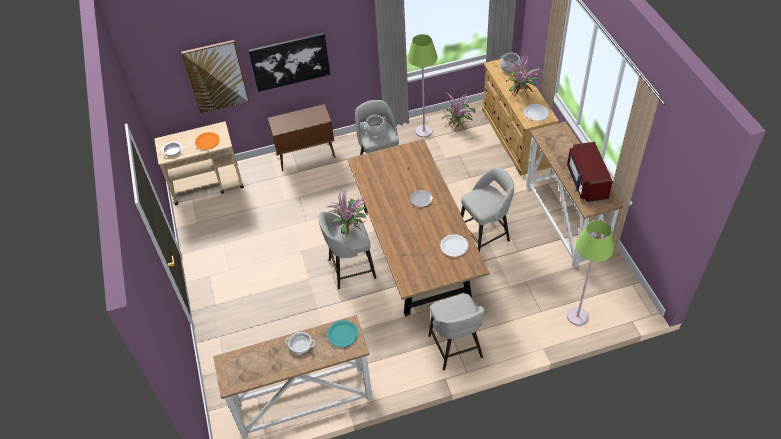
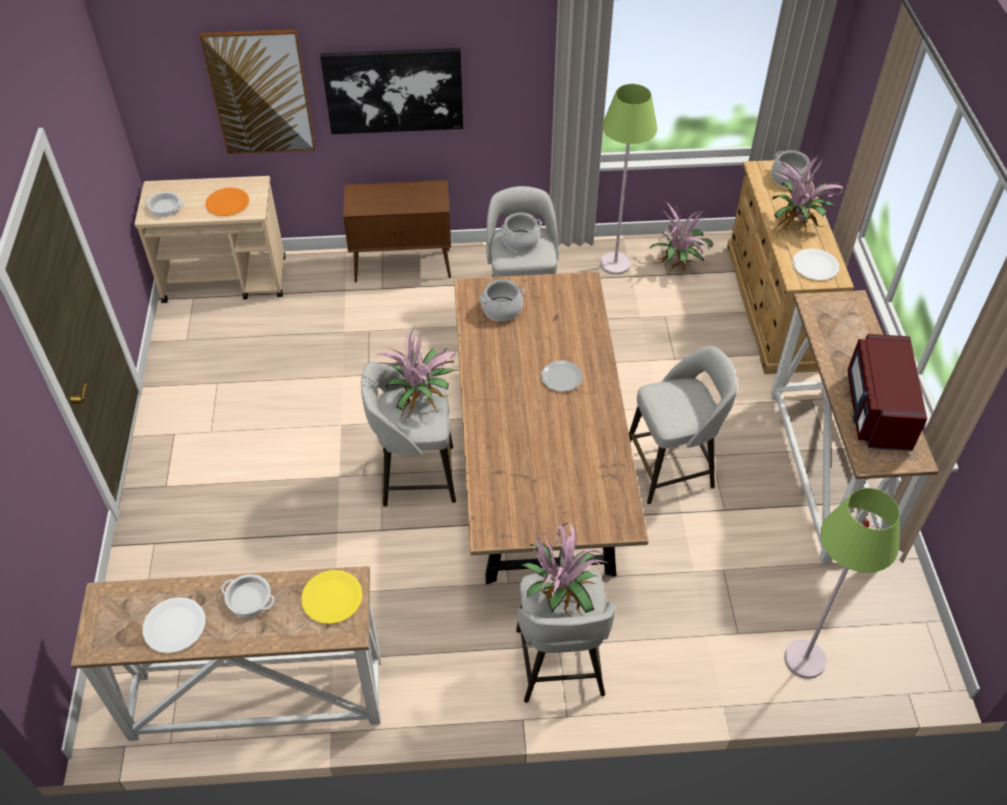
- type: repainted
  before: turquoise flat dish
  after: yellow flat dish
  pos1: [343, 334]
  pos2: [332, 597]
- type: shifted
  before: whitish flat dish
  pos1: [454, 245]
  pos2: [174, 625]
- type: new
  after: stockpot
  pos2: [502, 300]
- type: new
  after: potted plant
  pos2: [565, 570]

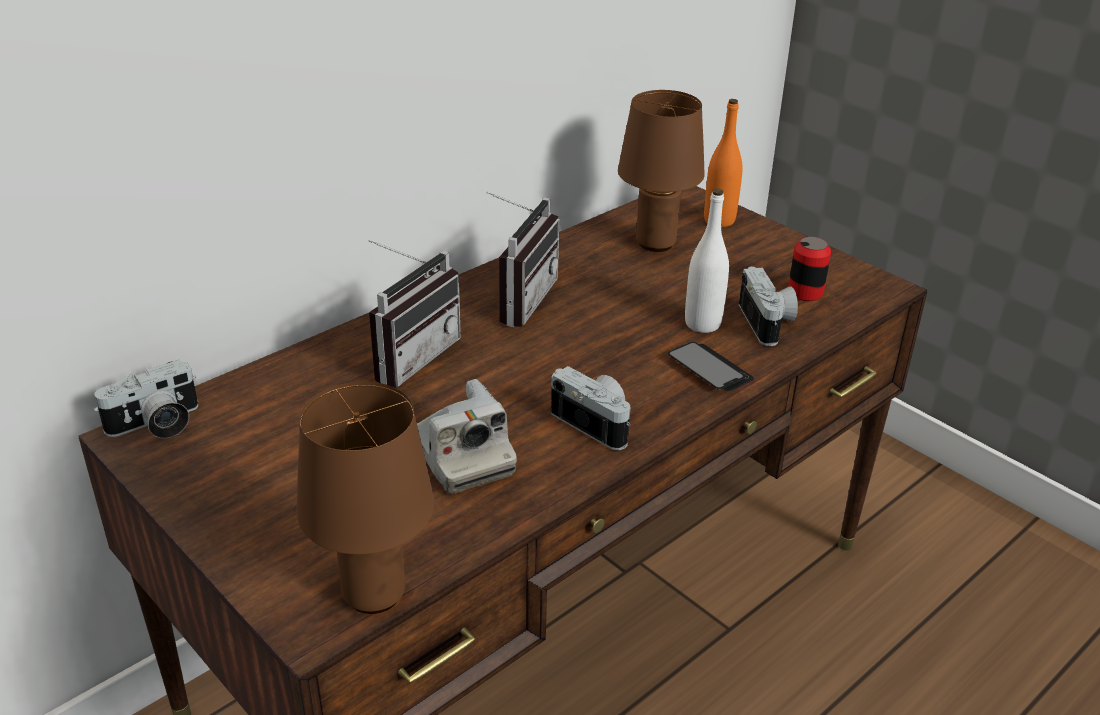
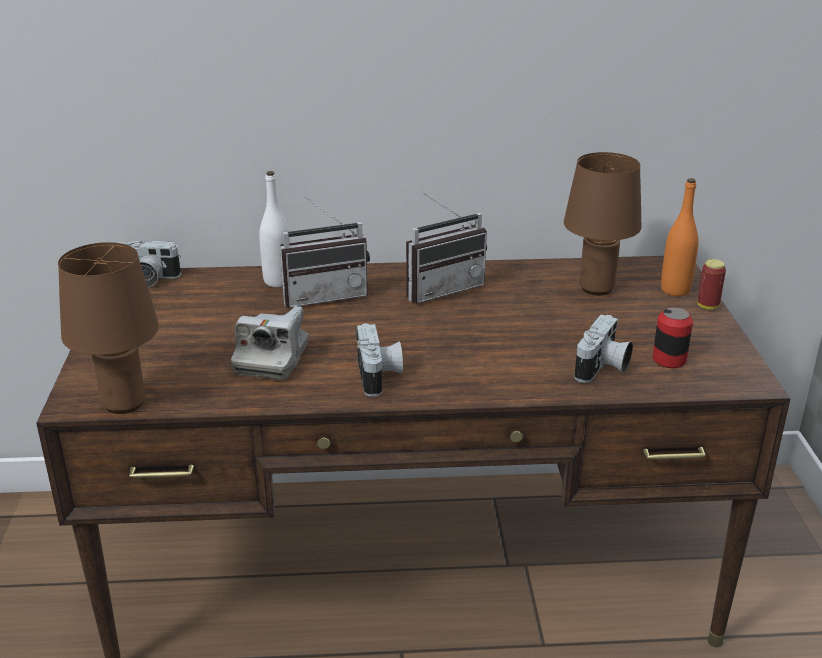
- type: gone
  before: telephone
  pos1: [711, 366]
- type: shifted
  before: whitish drink bottle
  pos1: [707, 261]
  pos2: [275, 229]
- type: new
  after: sealed can
  pos2: [712, 284]

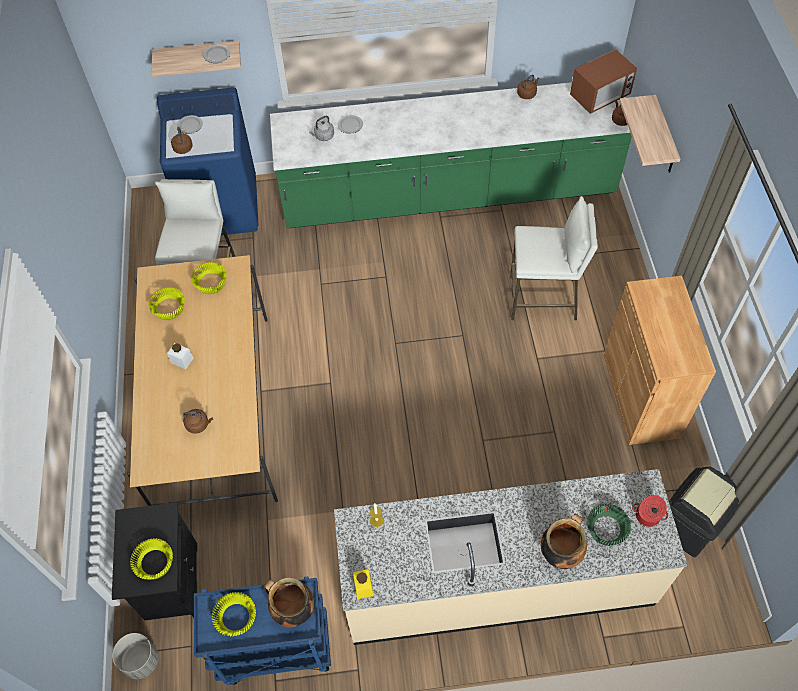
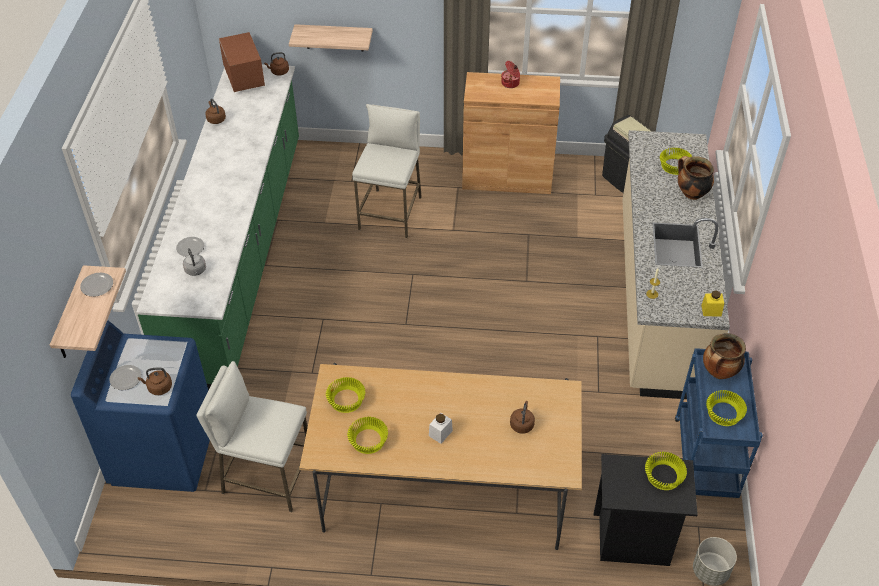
- type: repainted
  before: green-coloured serving bowl
  after: yellow serving bowl
  pos1: [609, 525]
  pos2: [676, 161]
- type: shifted
  before: stockpot
  pos1: [650, 511]
  pos2: [510, 74]

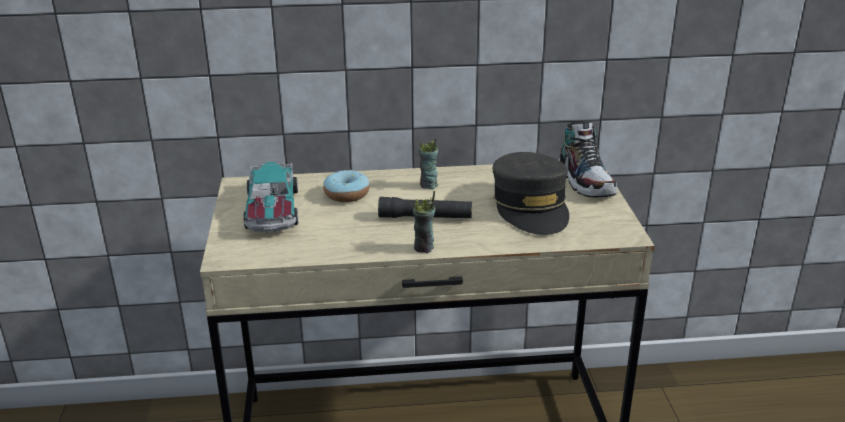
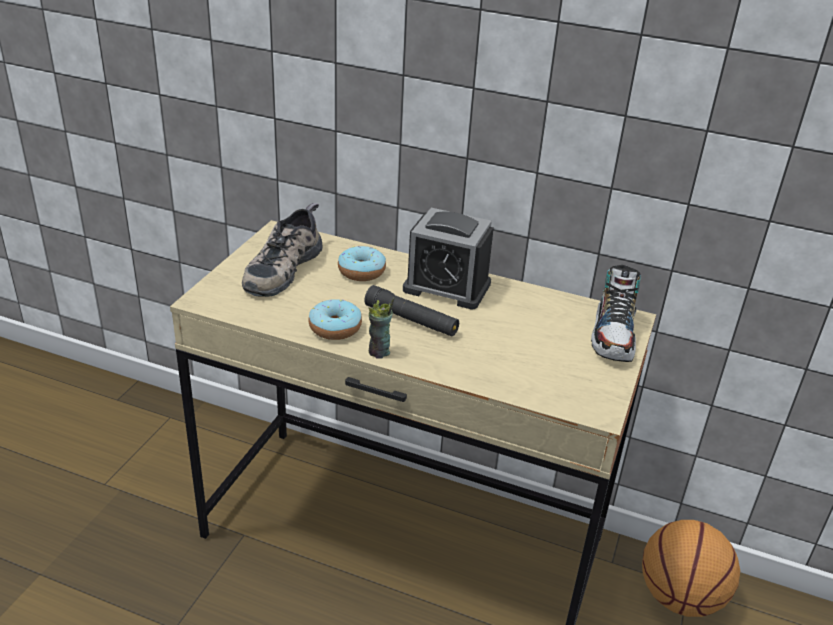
- type: swapped
  before: miniature car
  after: low shoe
  pos1: [270, 197]
  pos2: [282, 250]
- type: swapped
  before: drinking cup
  after: alarm clock
  pos1: [428, 164]
  pos2: [448, 258]
- type: gone
  before: greyish peaked cap
  pos1: [531, 193]
- type: new
  after: donut
  pos2: [335, 319]
- type: new
  after: basketball
  pos2: [691, 568]

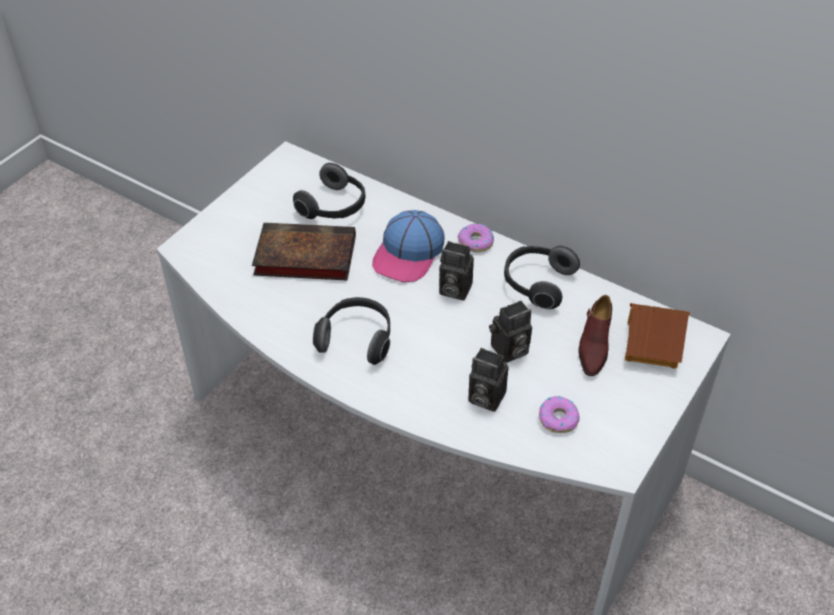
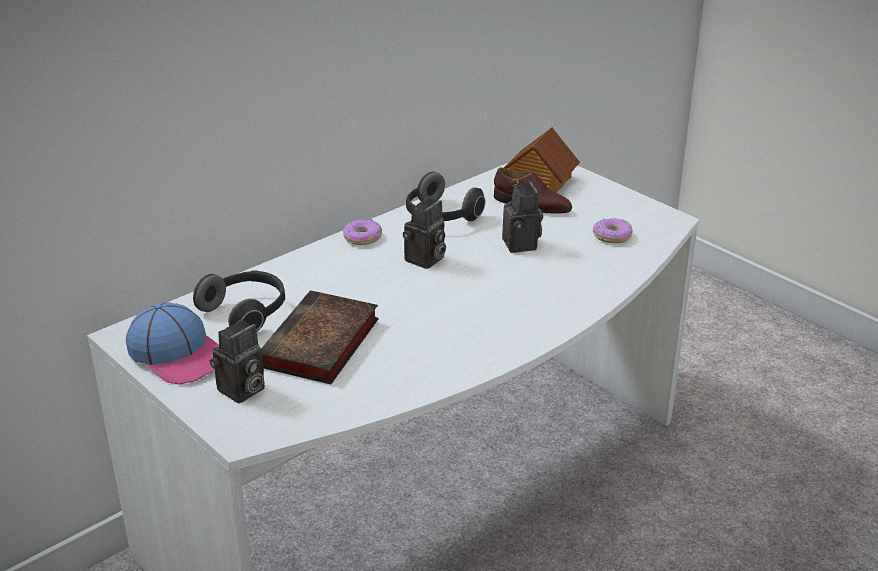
- type: gone
  before: headphones
  pos1: [351, 331]
- type: shifted
  before: peaked cap
  pos1: [408, 246]
  pos2: [172, 343]
- type: shifted
  before: photo camera
  pos1: [488, 380]
  pos2: [237, 361]

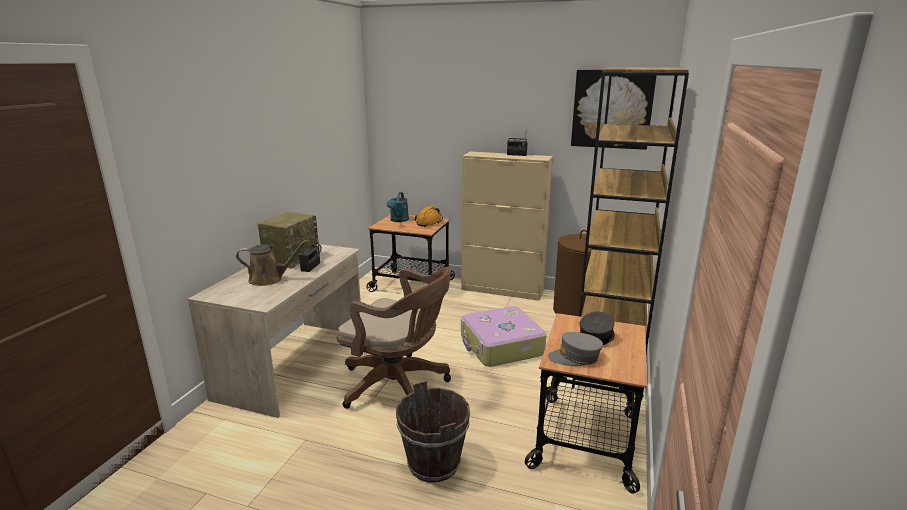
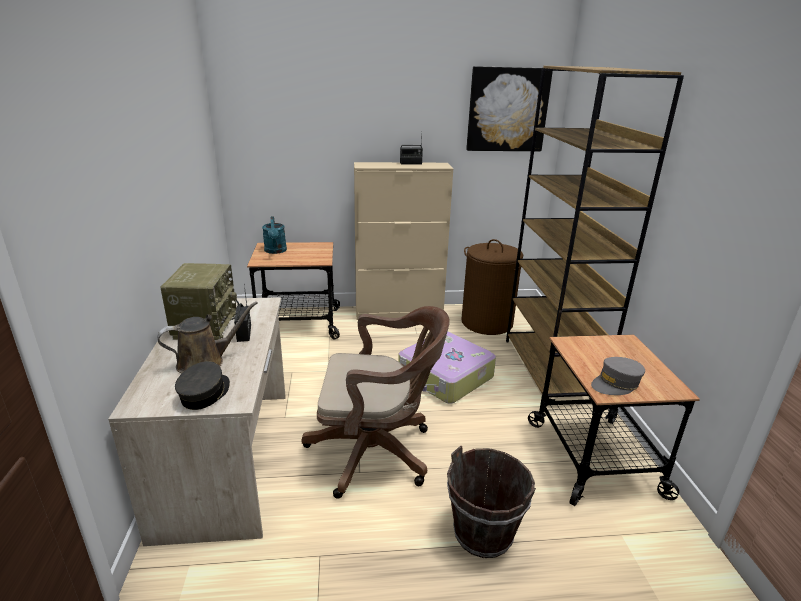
- type: gone
  before: orange safety helmet
  pos1: [428, 216]
- type: shifted
  before: greyish peaked cap
  pos1: [597, 328]
  pos2: [202, 385]

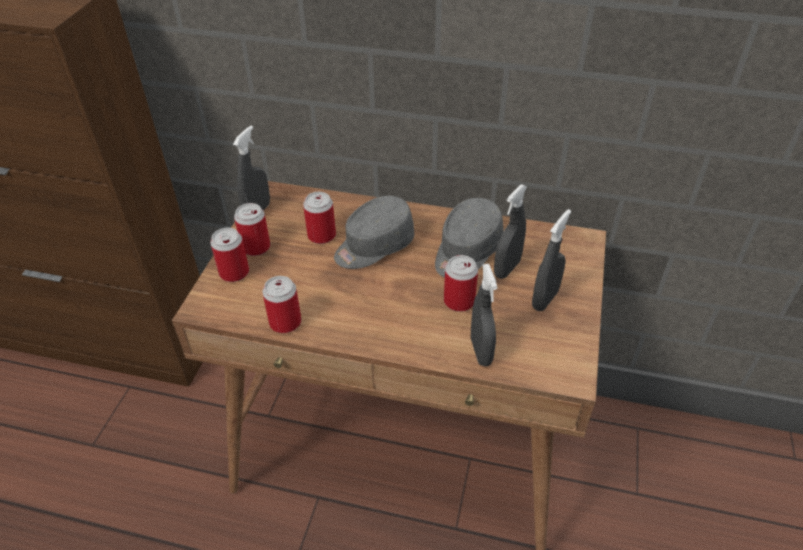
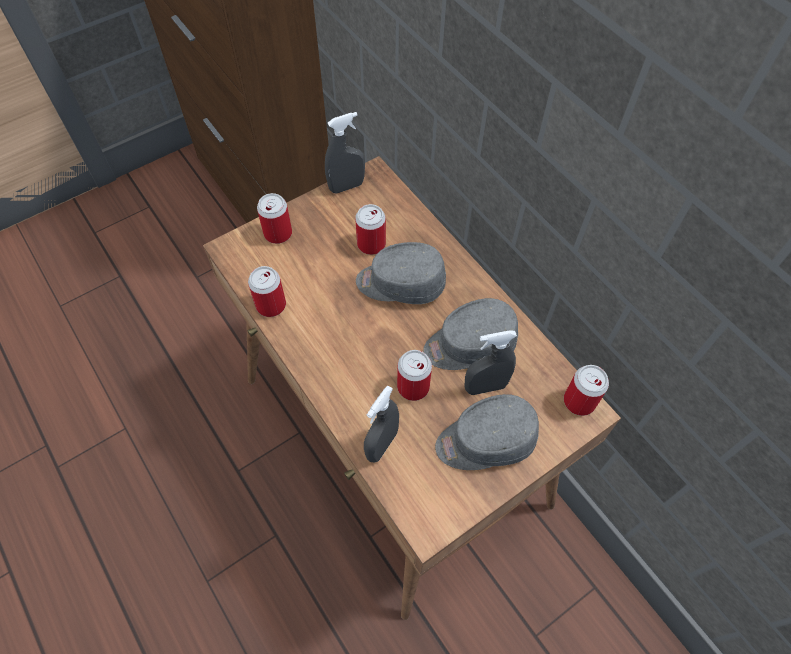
- type: shifted
  before: sealed can
  pos1: [252, 229]
  pos2: [586, 390]
- type: swapped
  before: greyish spray bottle
  after: greyish peaked cap
  pos1: [551, 260]
  pos2: [487, 432]

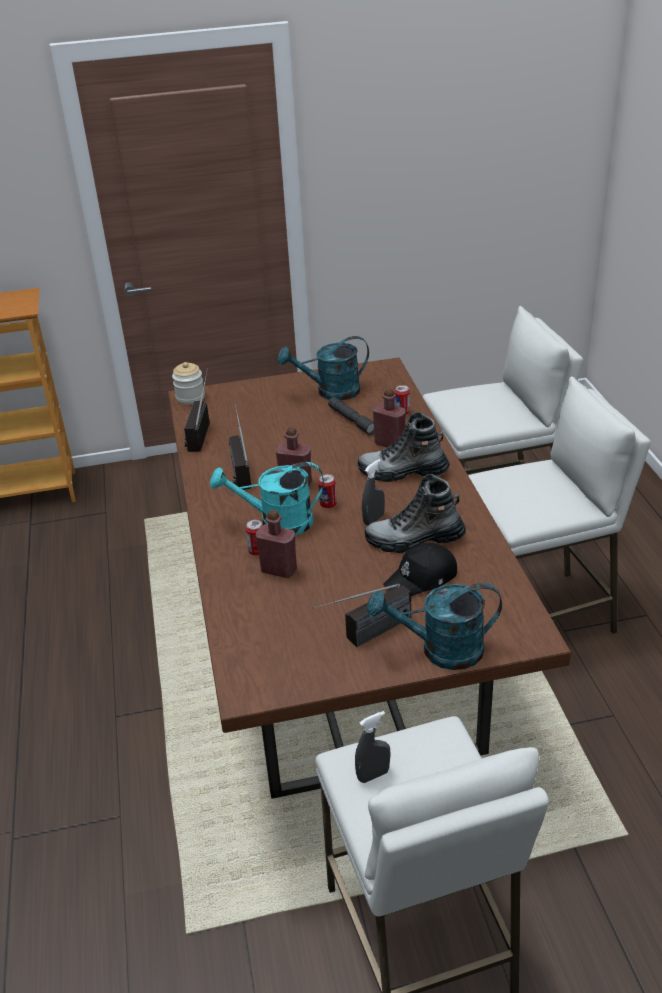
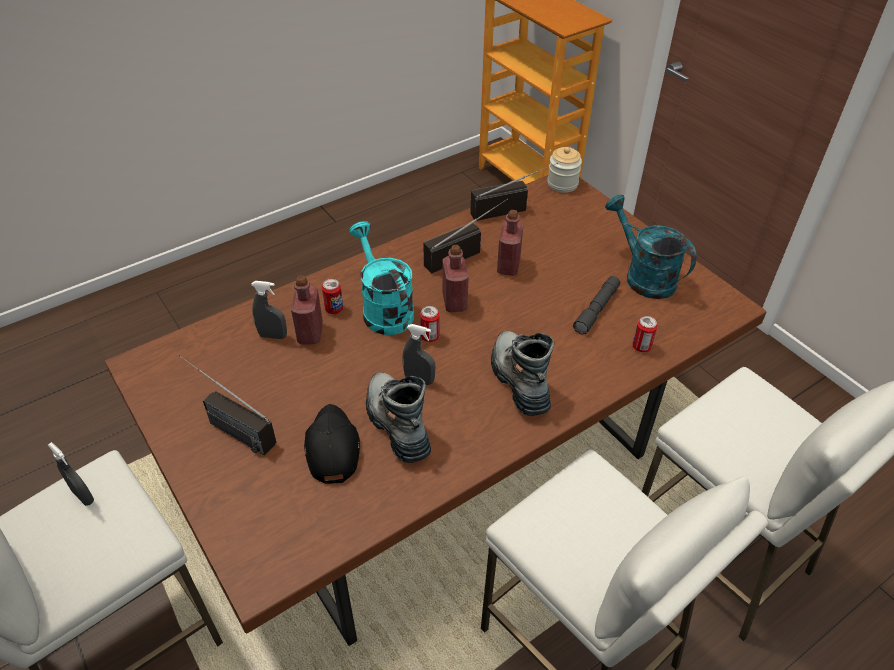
- type: gone
  before: turquoise watering can
  pos1: [434, 626]
- type: shifted
  before: reddish drink bottle
  pos1: [389, 417]
  pos2: [510, 243]
- type: rotated
  before: black-coloured peaked cap
  pos1: [420, 569]
  pos2: [332, 444]
  turn: 45
- type: new
  after: greyish spray bottle
  pos2: [269, 310]

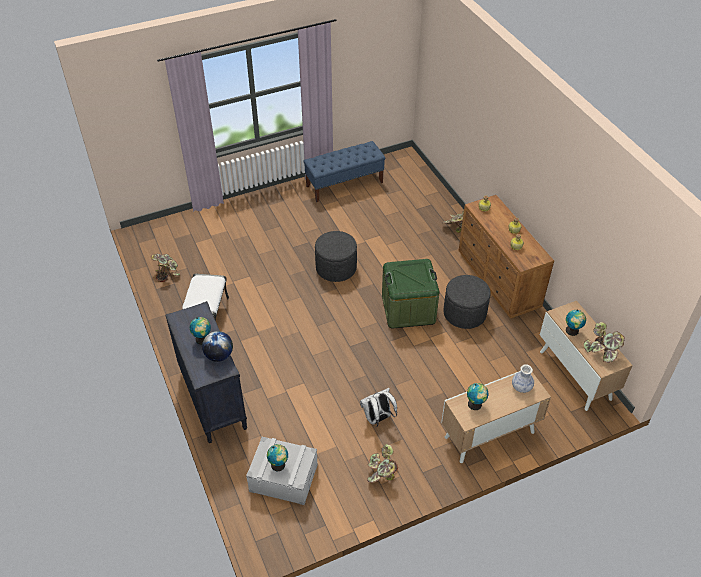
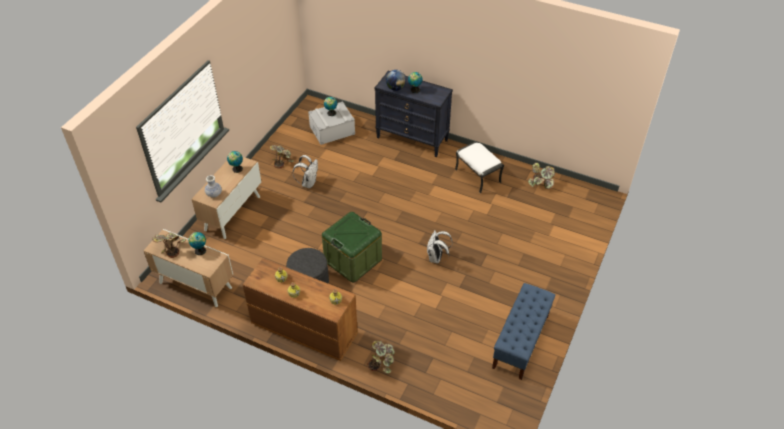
- type: swapped
  before: greyish ottoman
  after: whitish knapsack
  pos1: [336, 256]
  pos2: [440, 246]

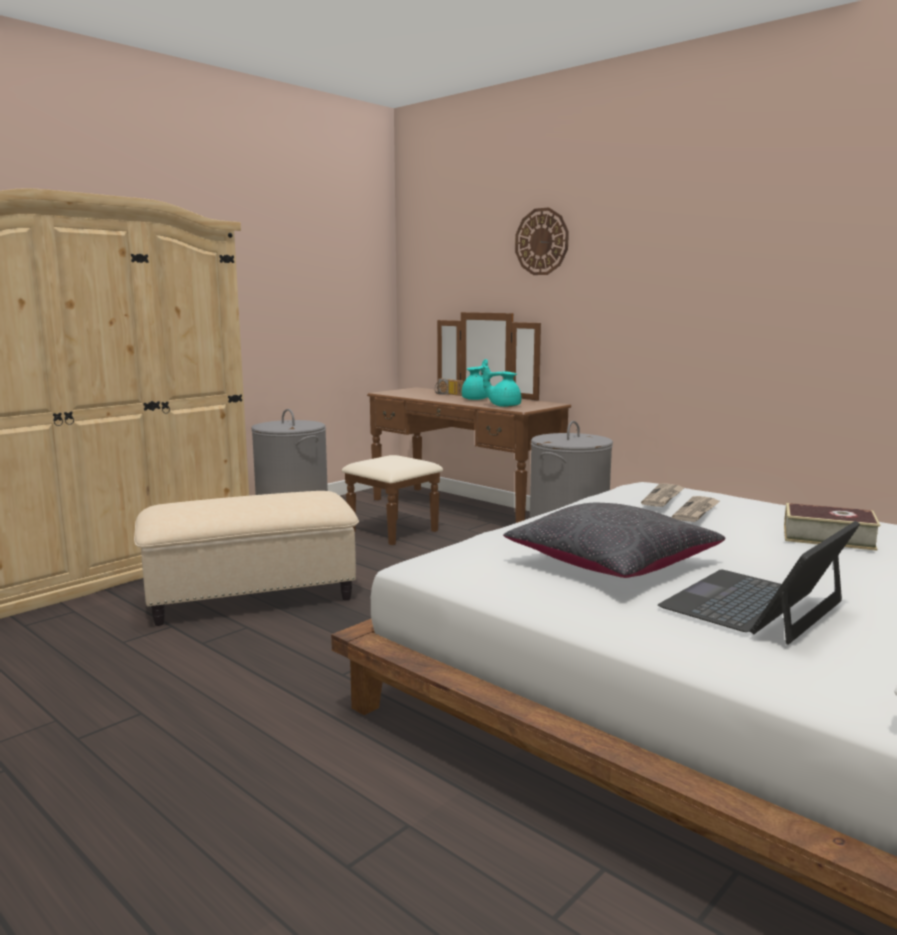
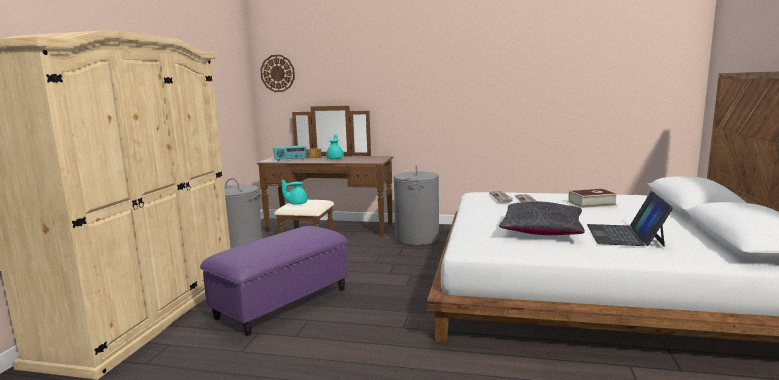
- type: repainted
  before: sand-coloured ottoman
  after: purple ottoman
  pos1: [246, 558]
  pos2: [274, 281]
- type: shifted
  before: turquoise tea pot
  pos1: [502, 386]
  pos2: [294, 192]
- type: shifted
  before: wall clock
  pos1: [542, 241]
  pos2: [277, 73]
- type: new
  after: radio set
  pos2: [289, 153]

